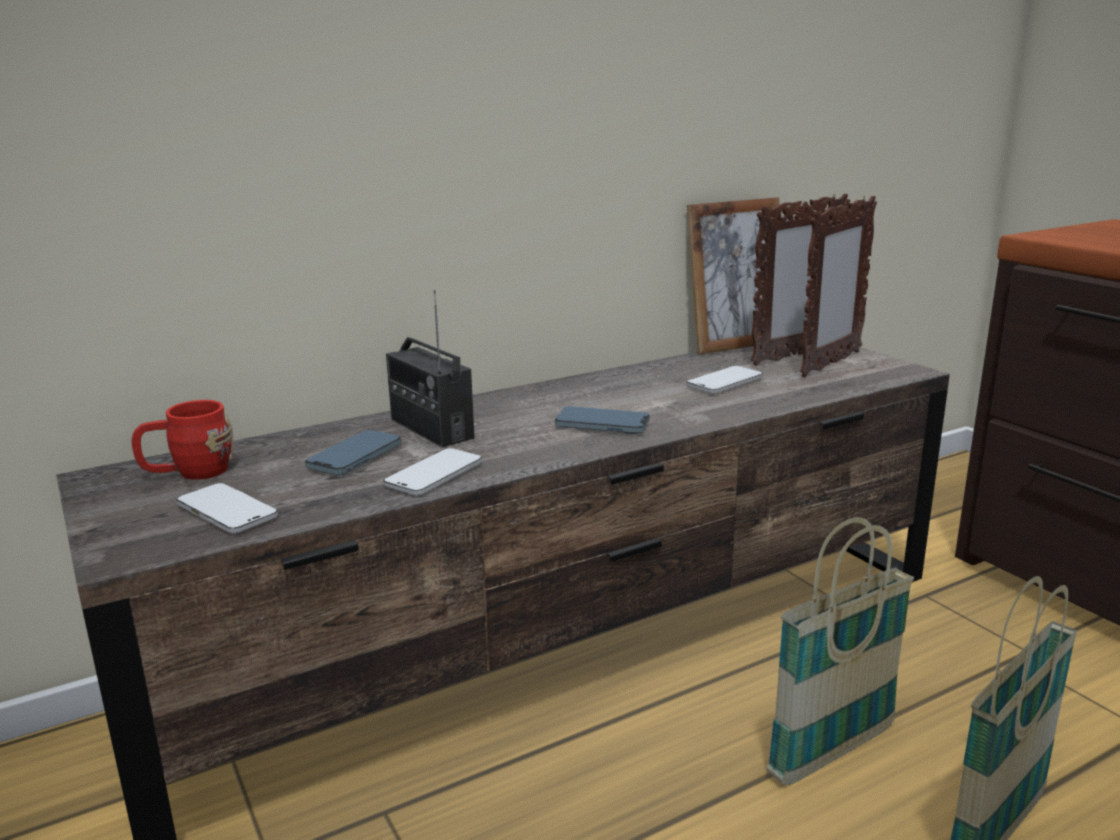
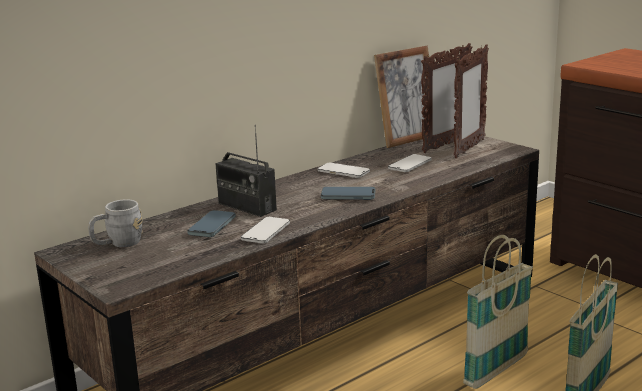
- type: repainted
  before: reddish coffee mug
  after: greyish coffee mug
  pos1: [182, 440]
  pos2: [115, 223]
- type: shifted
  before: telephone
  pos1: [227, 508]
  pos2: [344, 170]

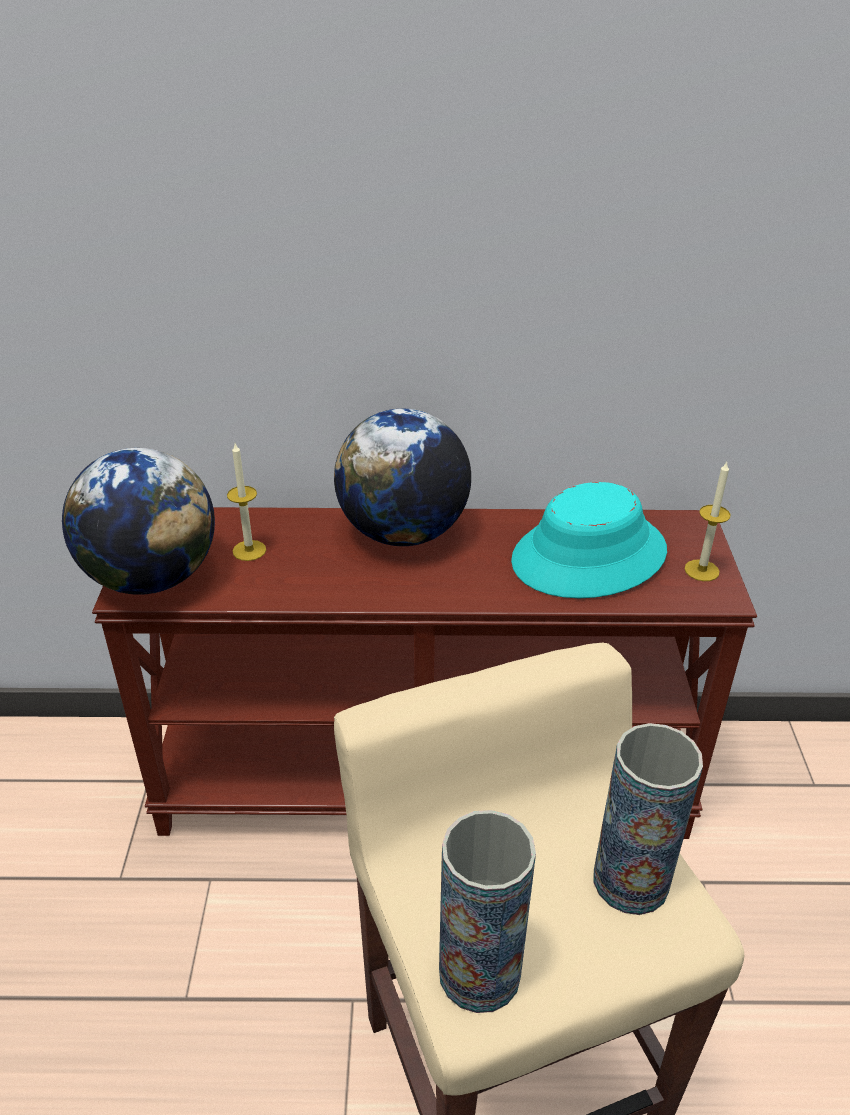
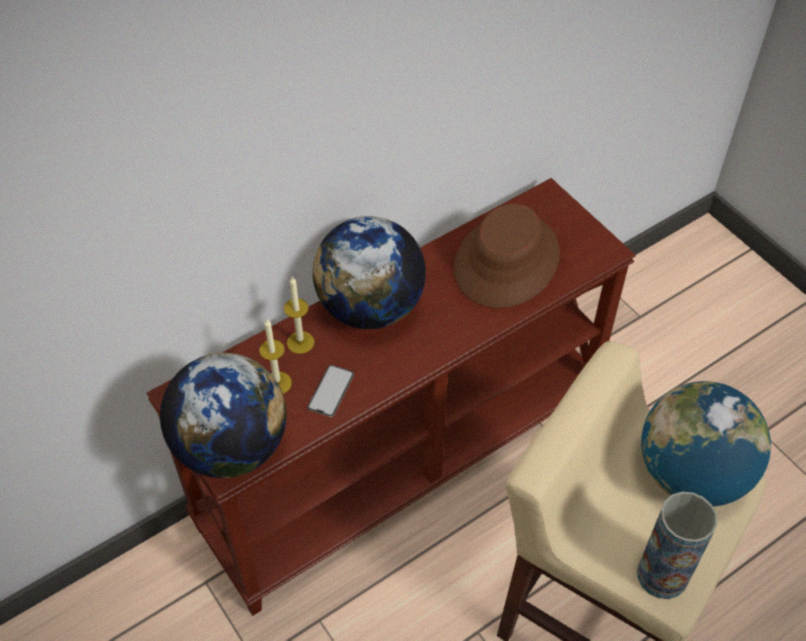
- type: repainted
  before: turquoise wearable hat
  after: brown-coloured wearable hat
  pos1: [589, 540]
  pos2: [507, 256]
- type: swapped
  before: vase
  after: world globe
  pos1: [648, 819]
  pos2: [706, 443]
- type: shifted
  before: wax light
  pos1: [708, 521]
  pos2: [299, 315]
- type: new
  after: telephone
  pos2: [330, 391]

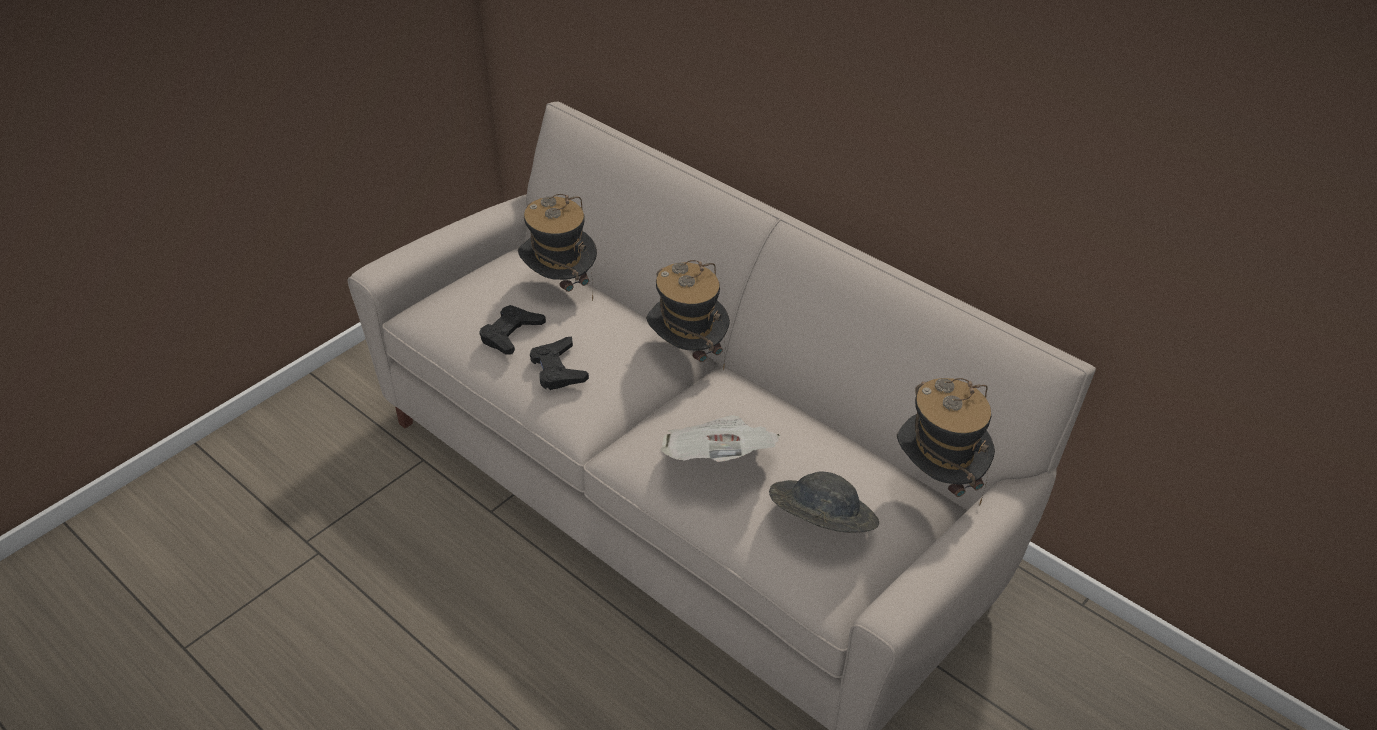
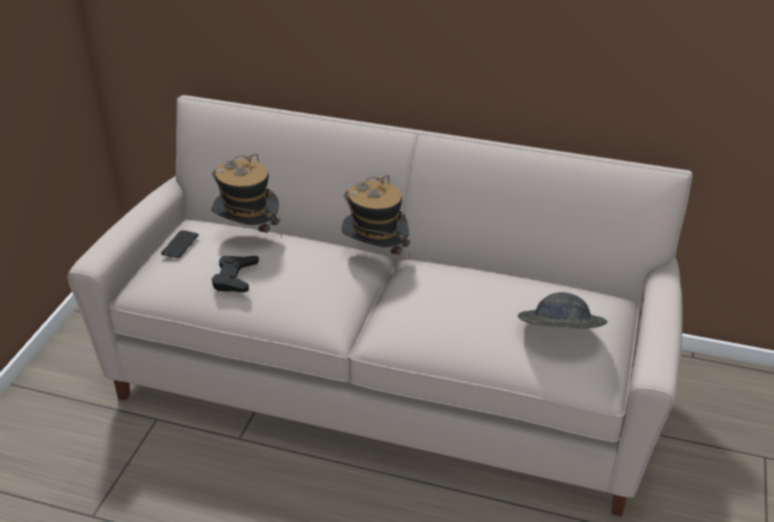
- type: gone
  before: black-coloured gamepad
  pos1: [559, 363]
- type: gone
  before: daily paper
  pos1: [720, 438]
- type: gone
  before: wearable hat
  pos1: [946, 442]
- type: new
  after: telephone
  pos2: [180, 244]

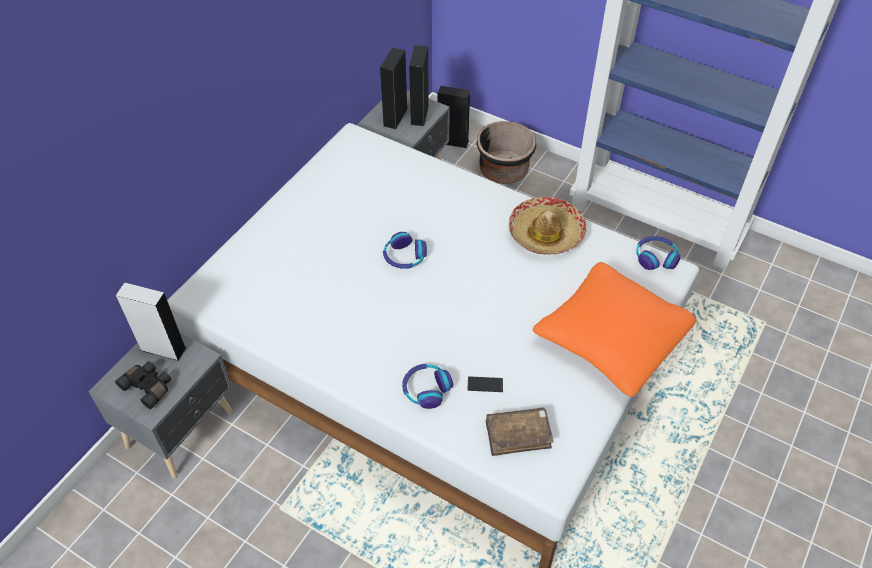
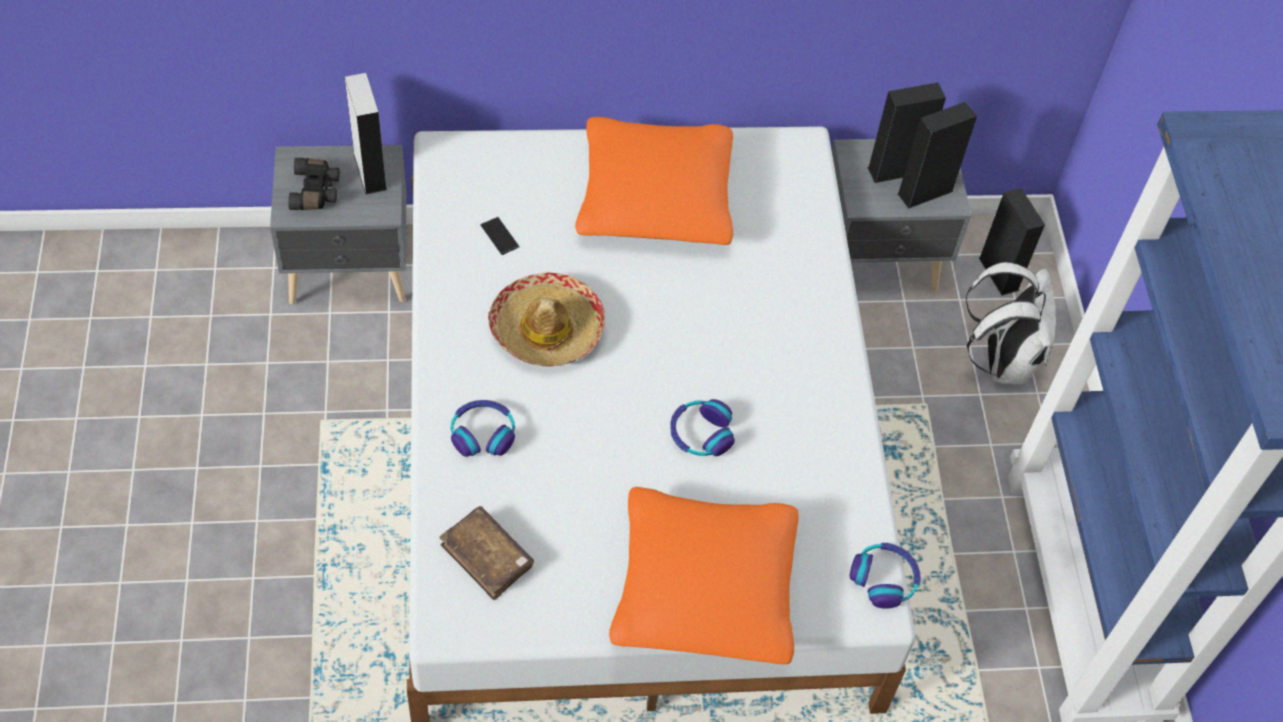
- type: shifted
  before: headphones
  pos1: [405, 250]
  pos2: [702, 427]
- type: shifted
  before: telephone
  pos1: [485, 384]
  pos2: [500, 236]
- type: swapped
  before: black-coloured flower pot
  after: whitish knapsack
  pos1: [506, 152]
  pos2: [1011, 323]
- type: shifted
  before: wearable hat
  pos1: [548, 225]
  pos2: [546, 319]
- type: new
  after: orange throw pillow
  pos2: [654, 181]

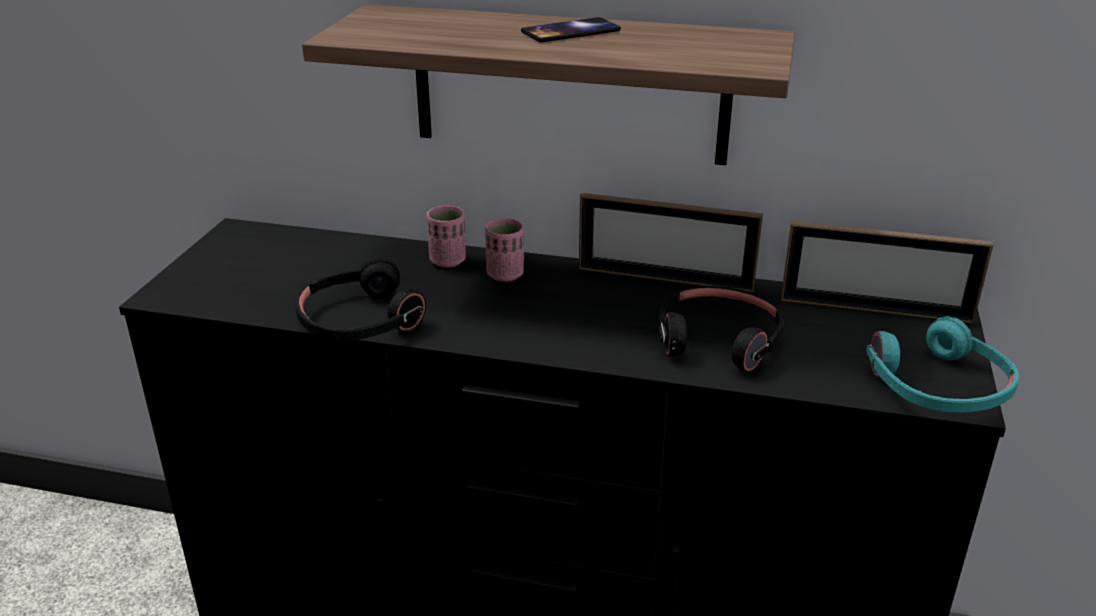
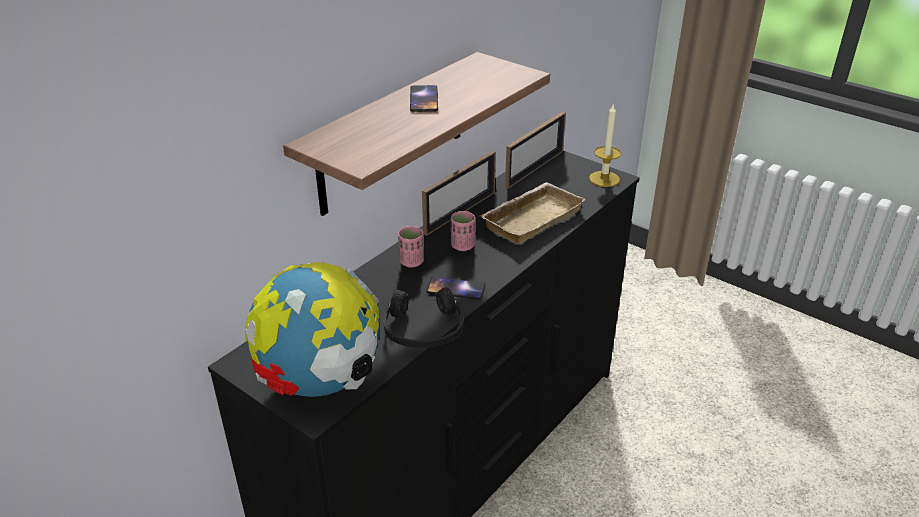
- type: shifted
  before: pink drinking cup
  pos1: [446, 236]
  pos2: [463, 231]
- type: swapped
  before: black-coloured headphones
  after: sand-coloured serving tray
  pos1: [721, 329]
  pos2: [533, 213]
- type: swapped
  before: turquoise headphones
  after: wax light
  pos1: [942, 364]
  pos2: [605, 145]
- type: new
  after: world globe
  pos2: [312, 329]
- type: new
  after: telephone
  pos2: [455, 288]

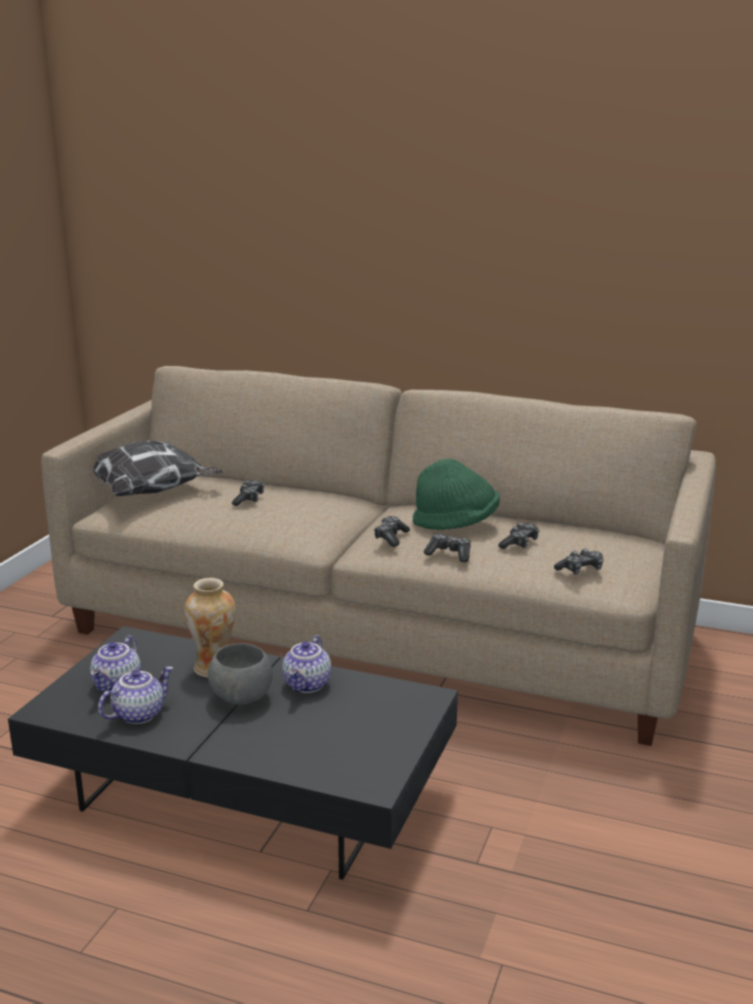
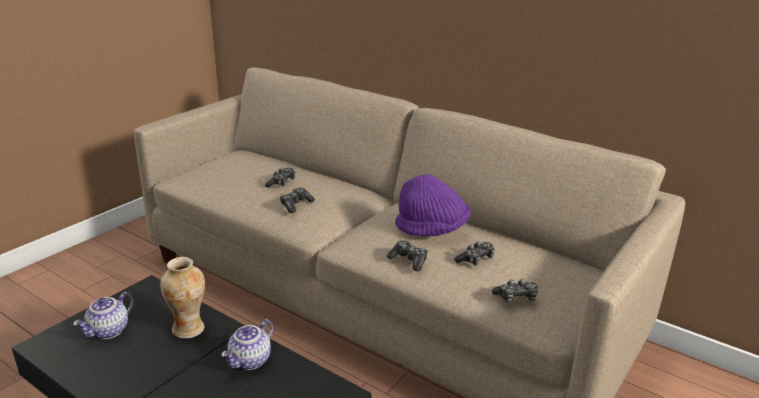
- type: gone
  before: throw pillow
  pos1: [157, 468]
- type: gone
  before: tea pot
  pos1: [135, 695]
- type: gone
  before: greyish serving bowl
  pos1: [240, 674]
- type: shifted
  before: gamepad
  pos1: [392, 531]
  pos2: [297, 200]
- type: repainted
  before: green-coloured wearable hat
  after: purple wearable hat
  pos1: [456, 494]
  pos2: [432, 205]

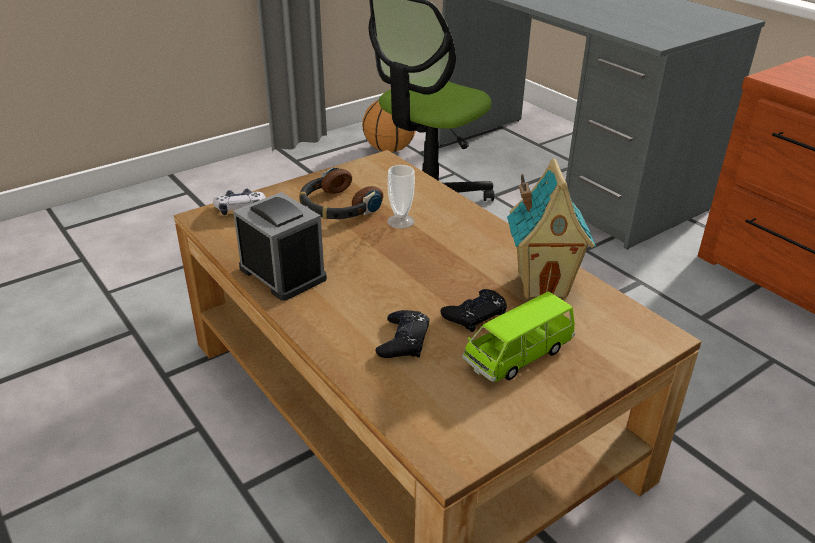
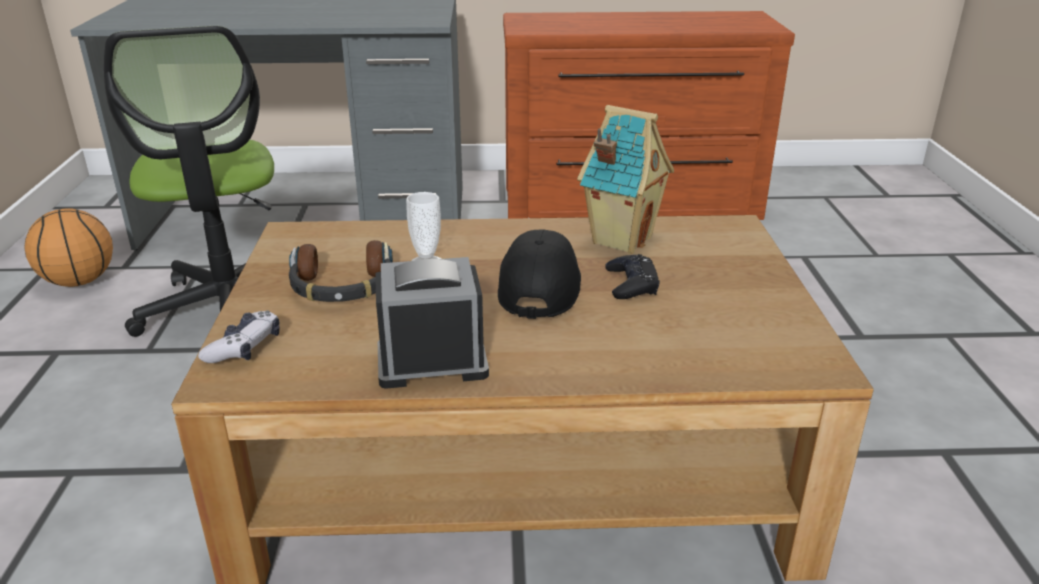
- type: gone
  before: black-coloured gamepad
  pos1: [402, 334]
- type: gone
  before: green-coloured miniature car
  pos1: [518, 337]
- type: new
  after: black-coloured peaked cap
  pos2: [539, 274]

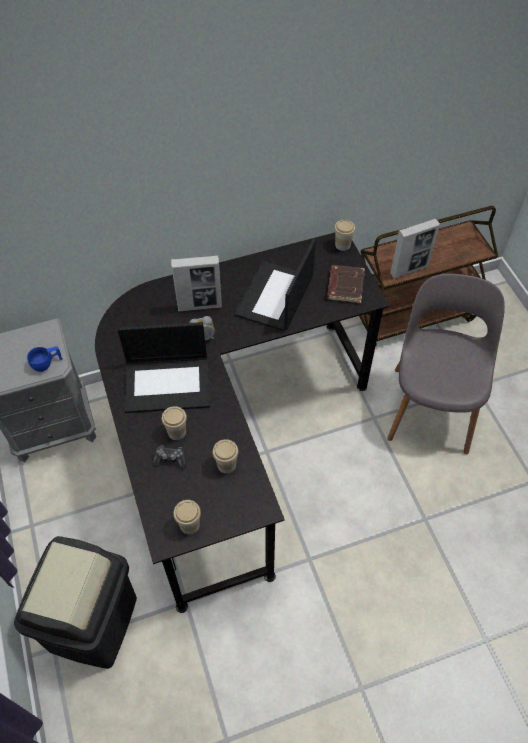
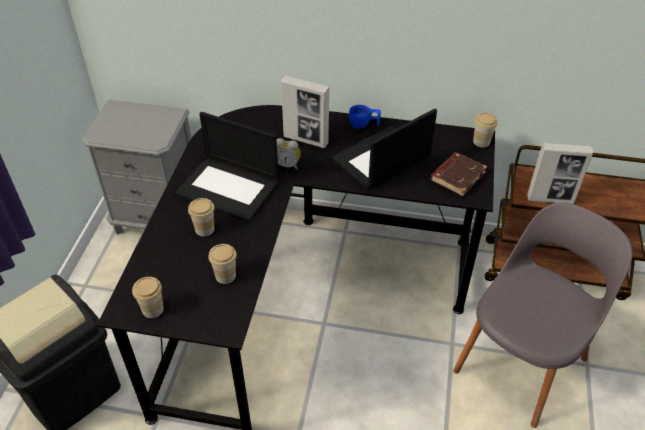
- type: shifted
  before: bluish drinking cup
  pos1: [45, 359]
  pos2: [365, 117]
- type: gone
  before: gamepad
  pos1: [169, 457]

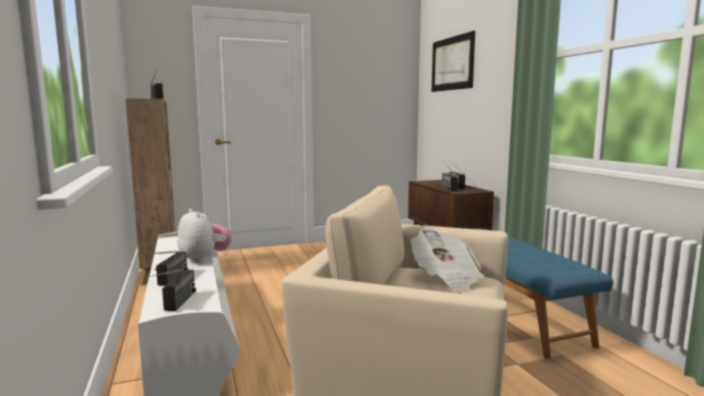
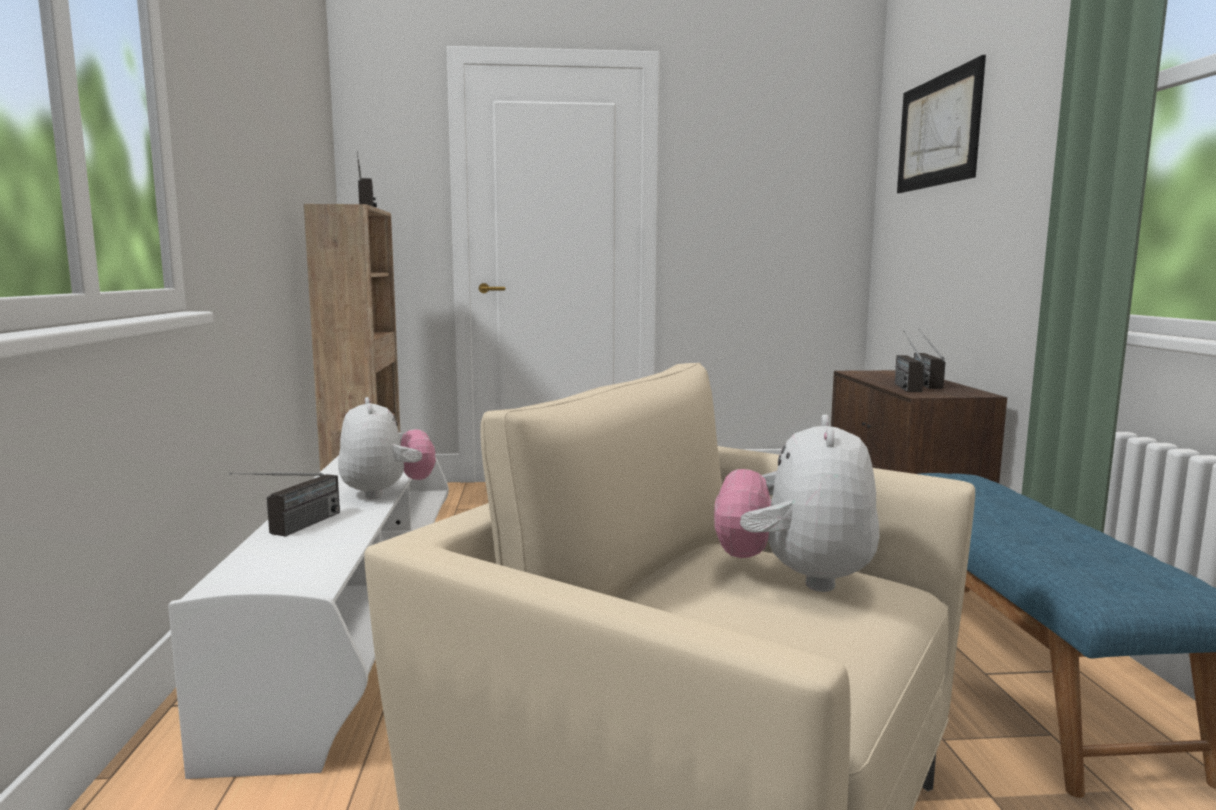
- type: gone
  before: radio set
  pos1: [172, 290]
- type: swapped
  before: daily paper
  after: cuddly toy
  pos1: [447, 260]
  pos2: [796, 503]

